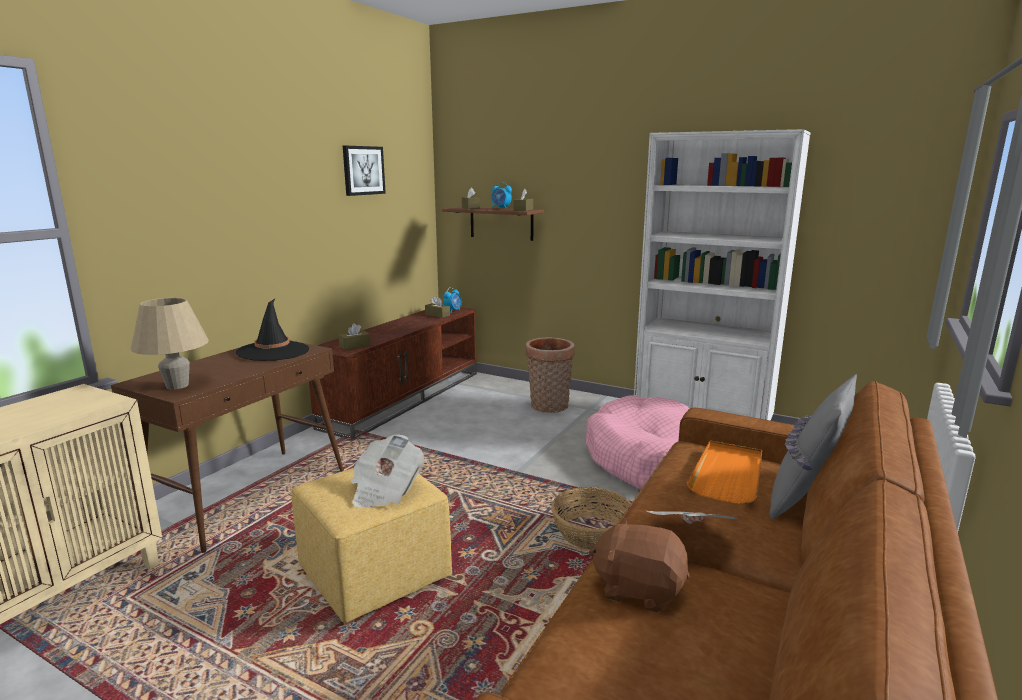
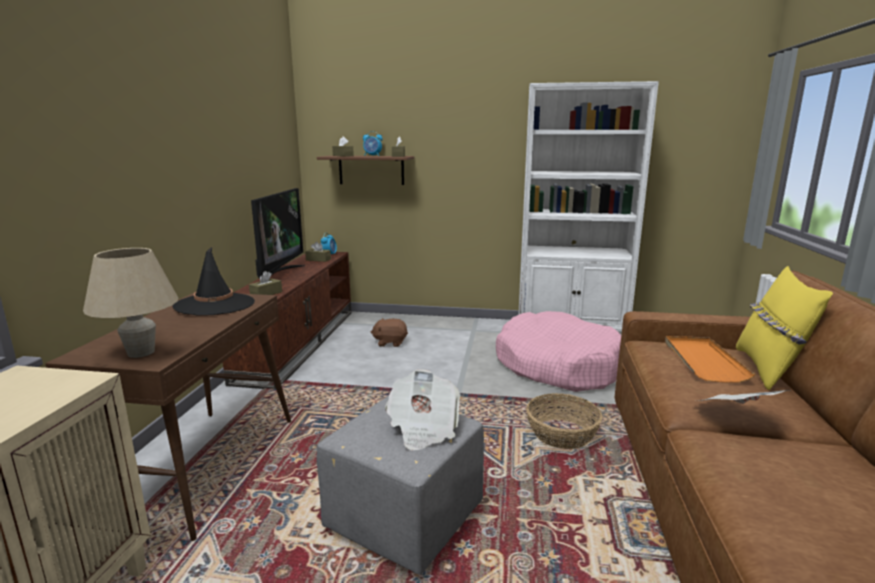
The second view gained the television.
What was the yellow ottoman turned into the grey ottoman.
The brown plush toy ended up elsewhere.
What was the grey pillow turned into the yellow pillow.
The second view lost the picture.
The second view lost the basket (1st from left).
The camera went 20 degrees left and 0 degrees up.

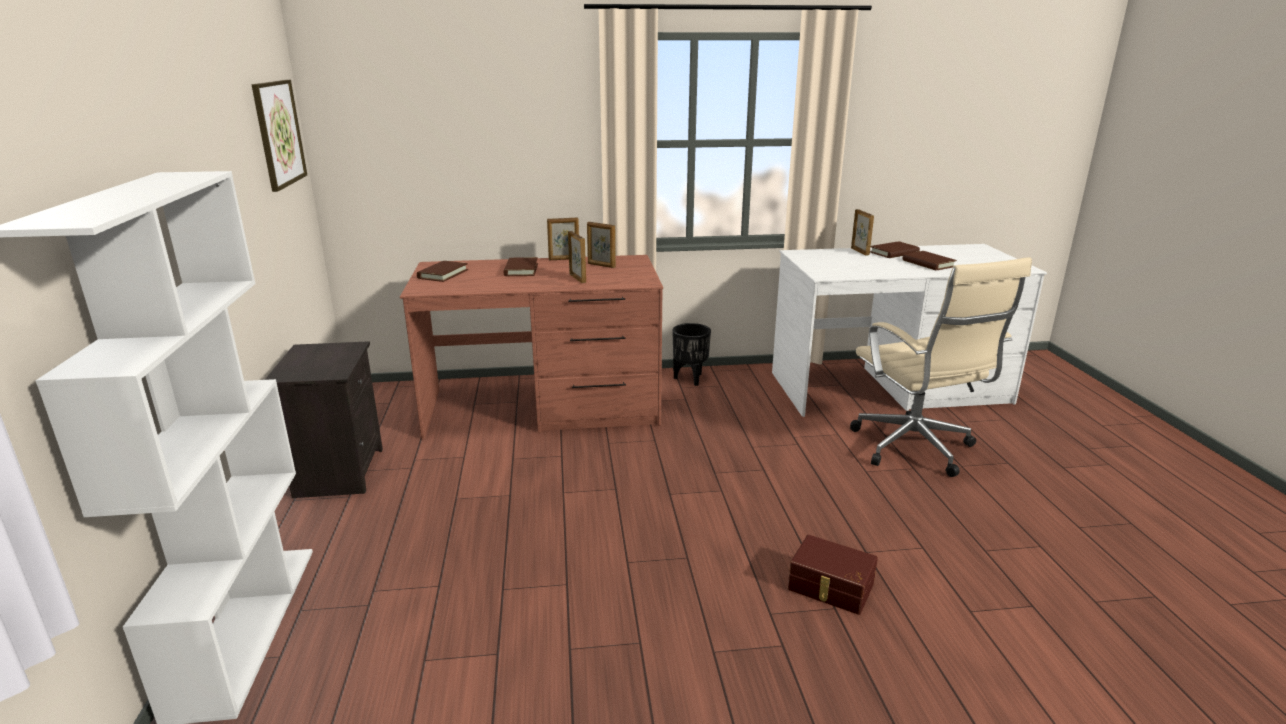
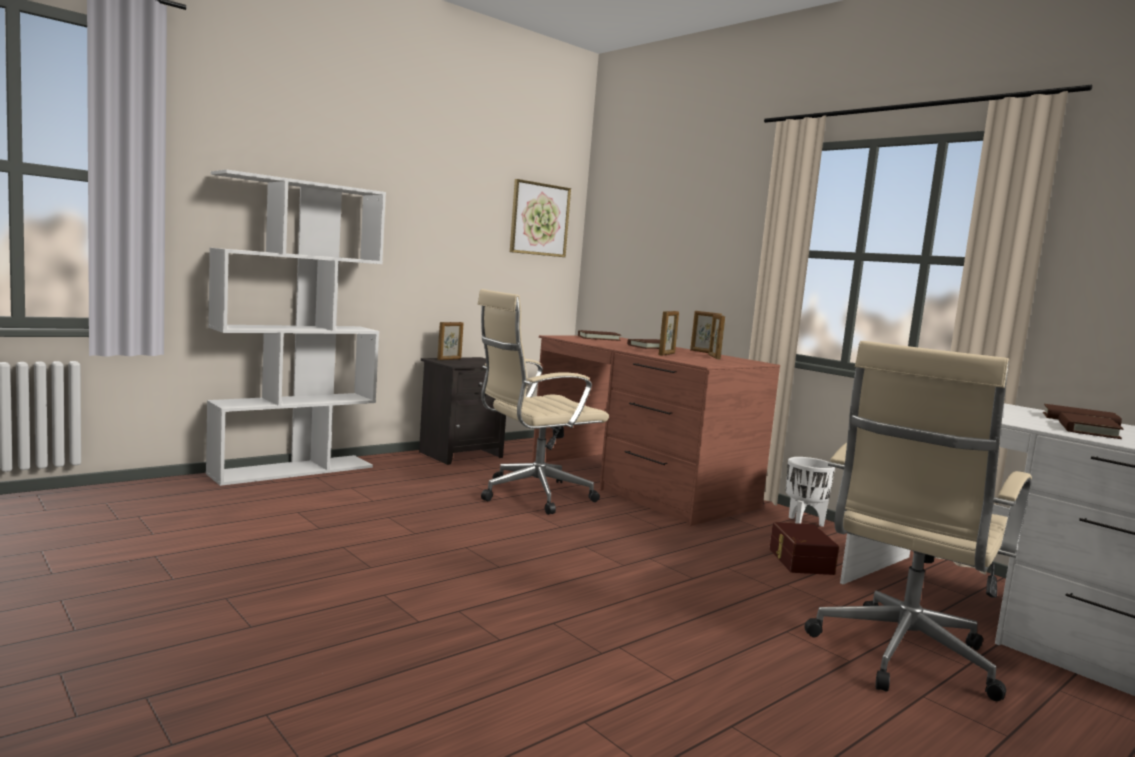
The picture frame (4th from left in the first image) ended up elsewhere.
The second view gained the beige office chair (1st from left).
The brown storage box ended up elsewhere.
What was the black planter turned into the white planter.
The camera went 55 degrees right and 15 degrees down.

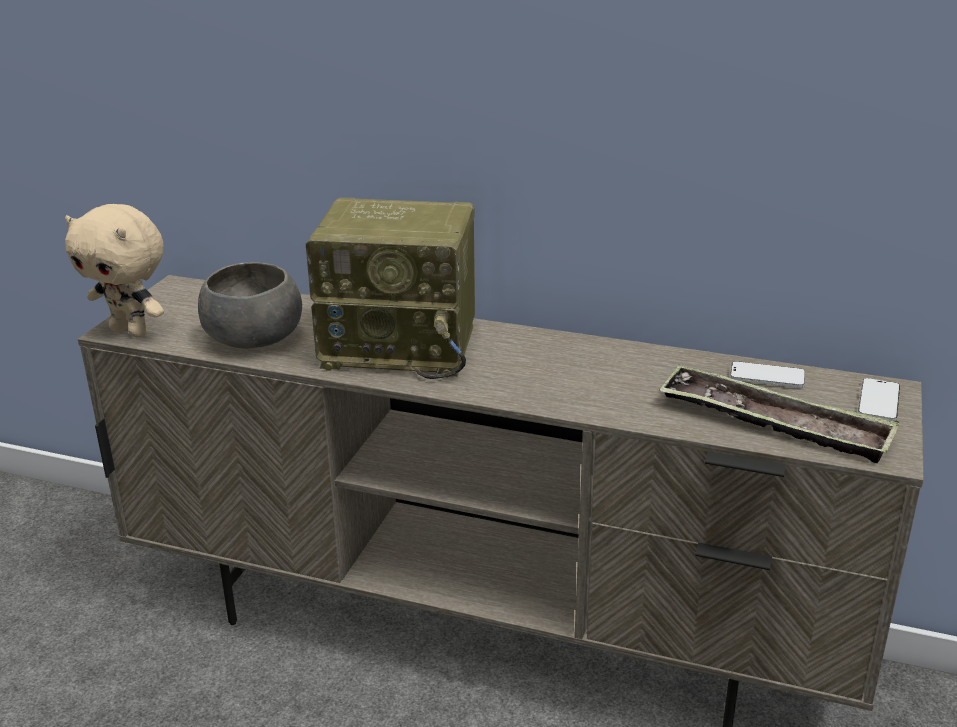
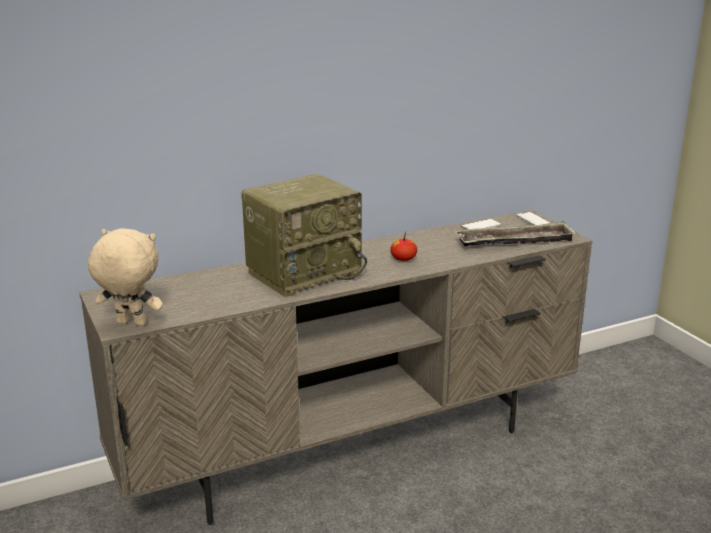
The beige plush toy ended up facing another way, 150 degrees counterclockwise from before.
The second view gained the apple.
The second view lost the grey bowl.
The camera went 45 degrees left and 5 degrees down.

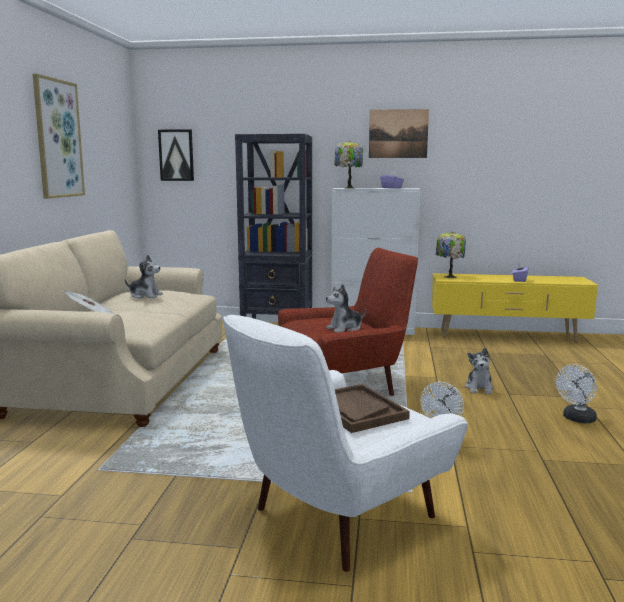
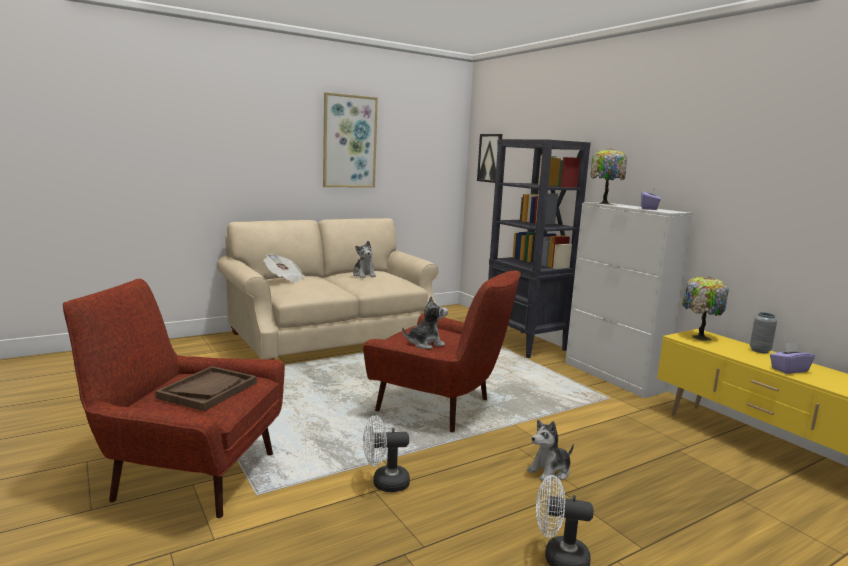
What was the white armchair turned into the red armchair (1st from left).
The plush toy (2nd from left) ended up facing another way, 135 degrees clockwise from before.
The second view gained the grey vase.
The second view lost the picture (3rd from left).
The camera went 50 degrees right and 0 degrees up.

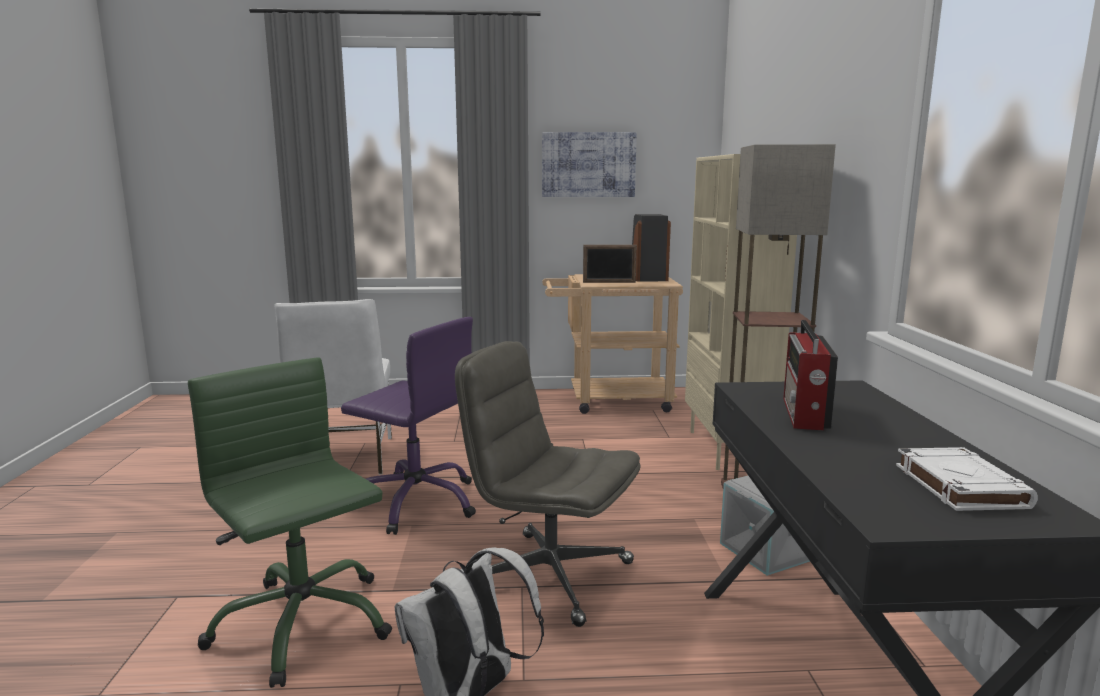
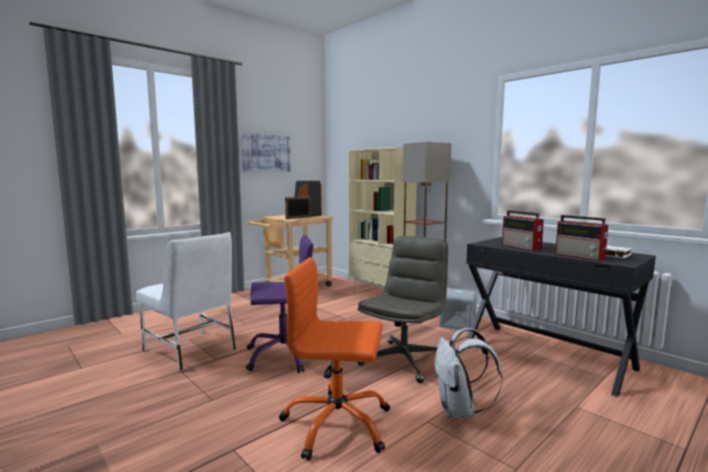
What was the green office chair turned into the orange office chair.
The grey office chair ended up facing another way, 135 degrees clockwise from before.
The second view gained the radio (2nd from left).
The camera went 40 degrees left and 5 degrees down.

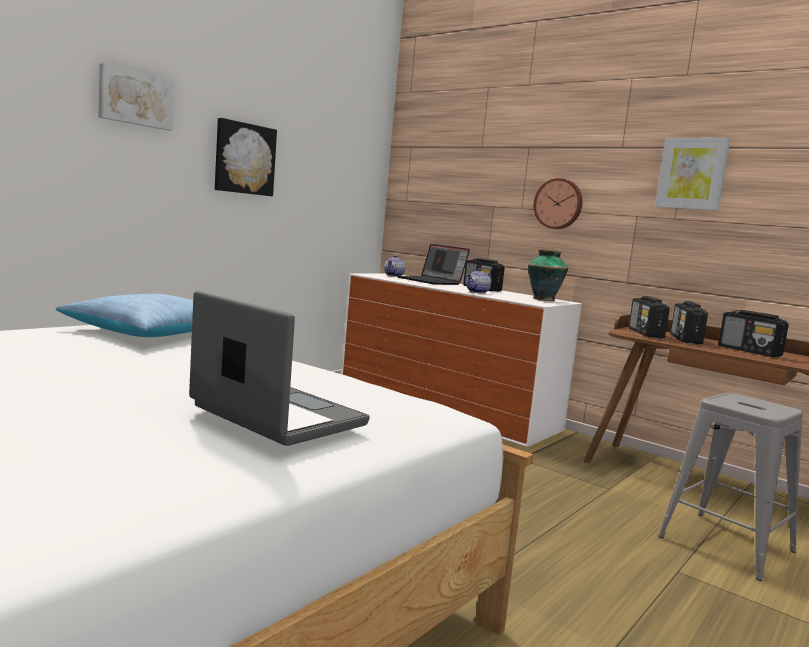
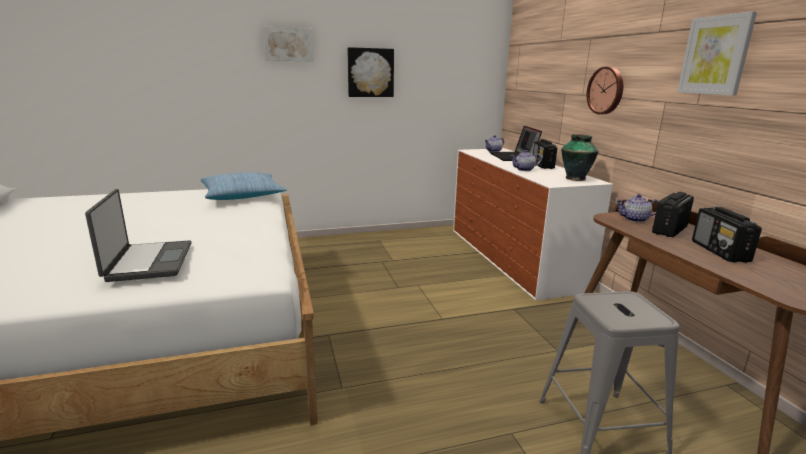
Where the radio (2nd from left) stood, the teapot (3rd from left) came to stand.
The camera went 35 degrees right and 10 degrees up.

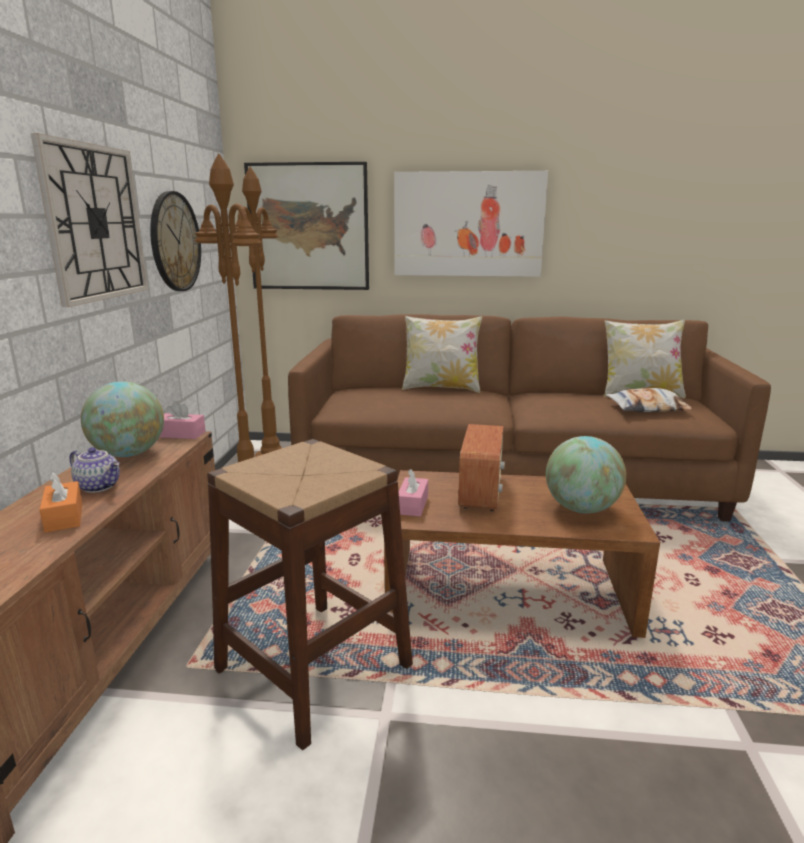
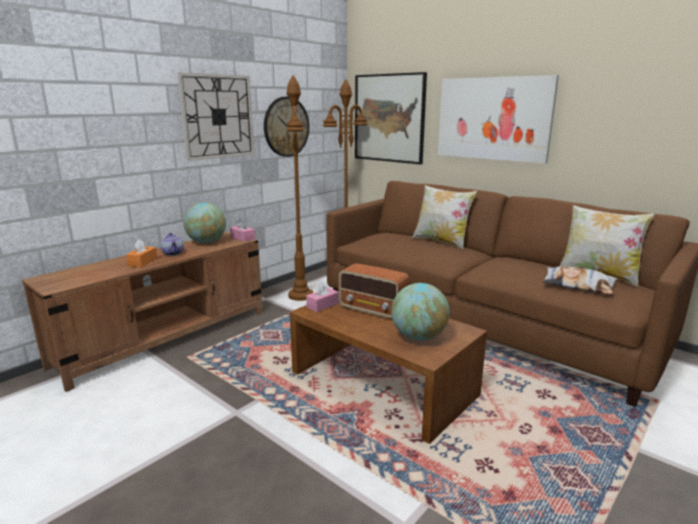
The radio ended up facing another way, 75 degrees clockwise from before.
The second view lost the brown stool.
The camera went 35 degrees right and 0 degrees up.

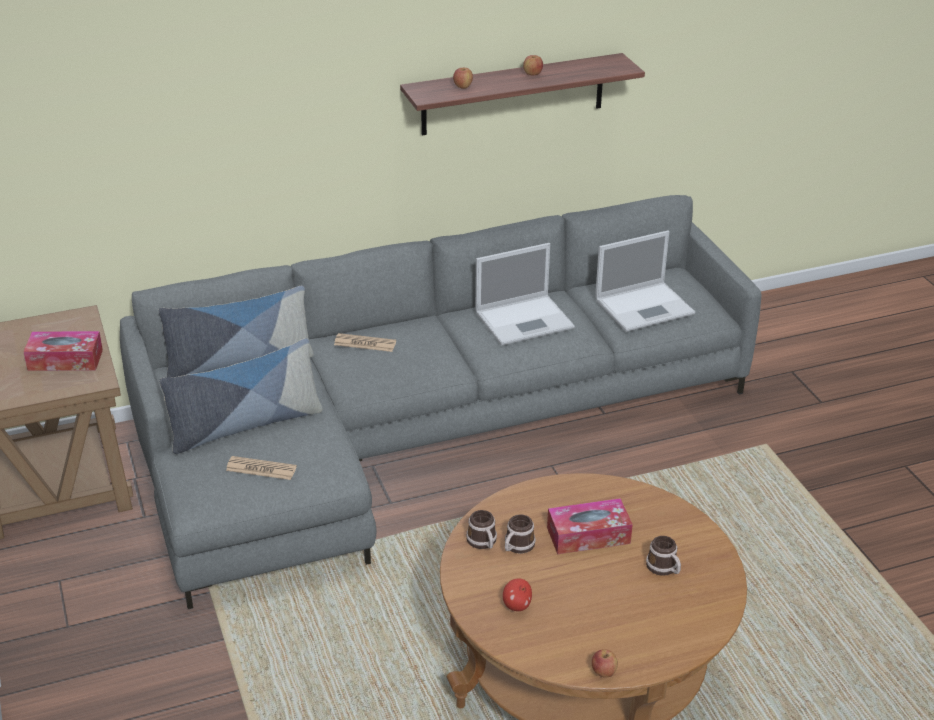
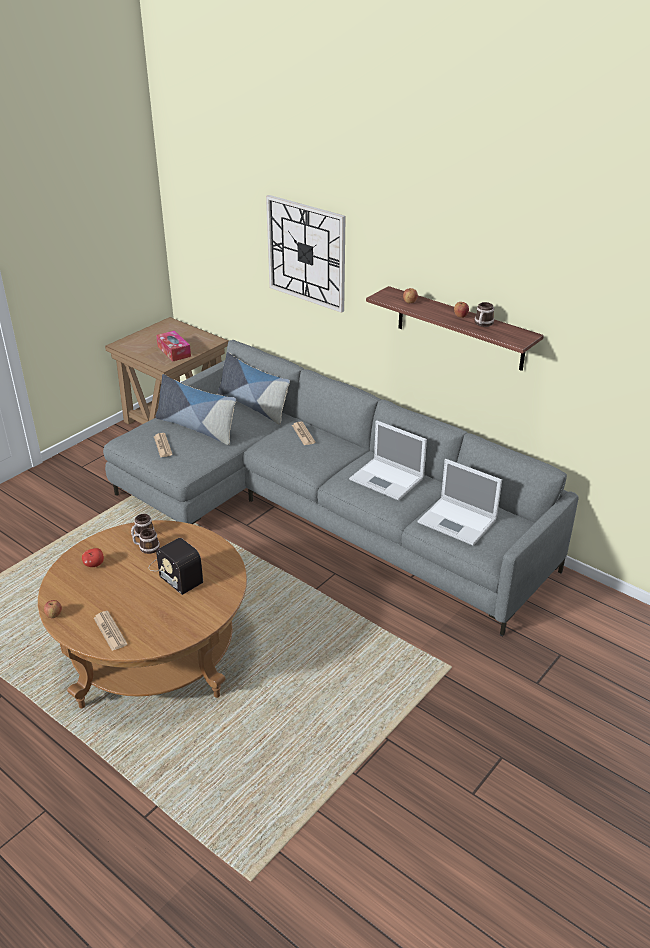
The second view gained the newspaper (1st from left).
Where the tissue box (2nd from left) stood, the radio came to stand.
The second view gained the wall clock.
The mug (3rd from left) ended up elsewhere.
The camera went 60 degrees right and 0 degrees up.

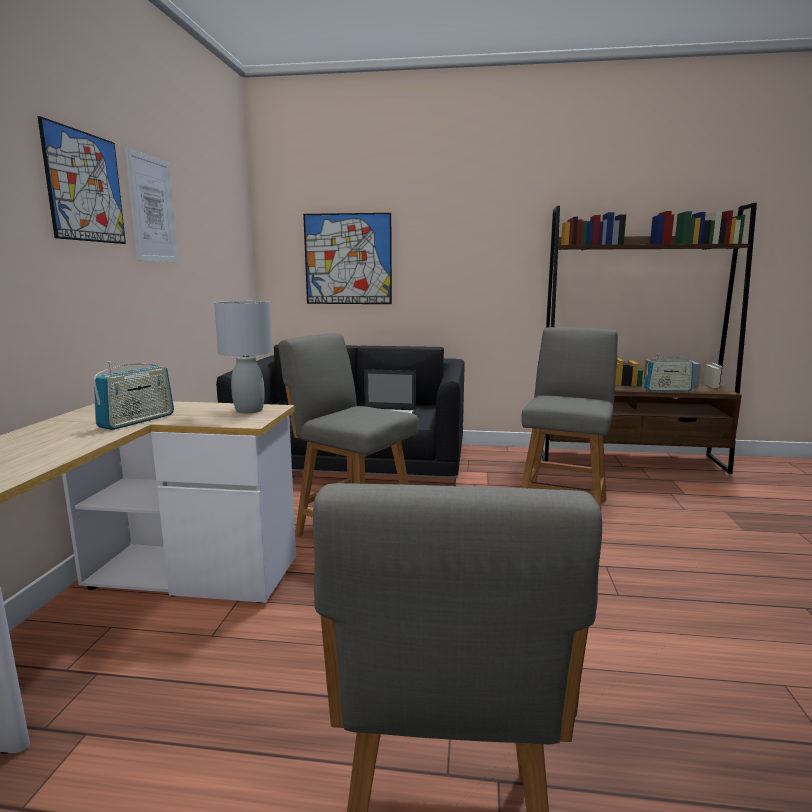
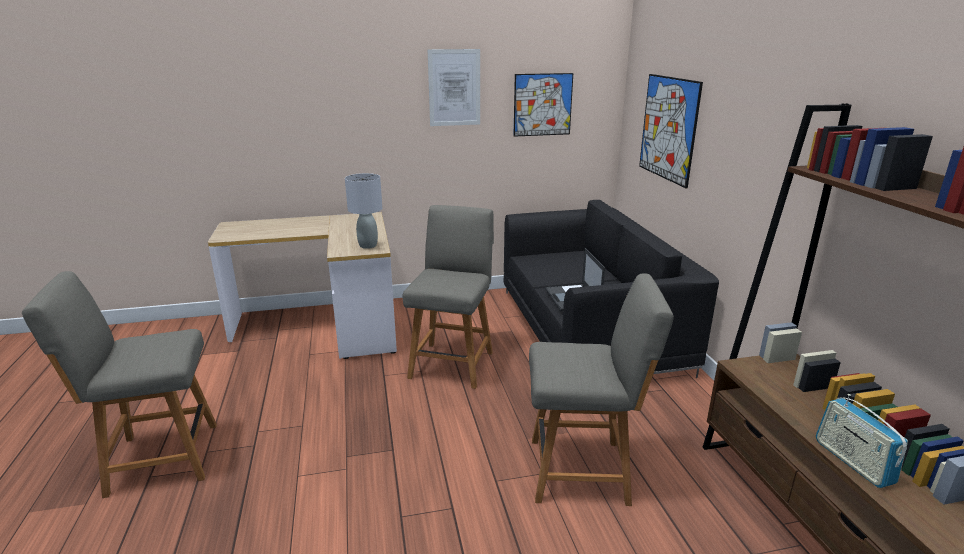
The picture (1st from left in the first image) ended up elsewhere.
The second view lost the radio (1st from left).
The camera went 70 degrees right and 10 degrees up.

